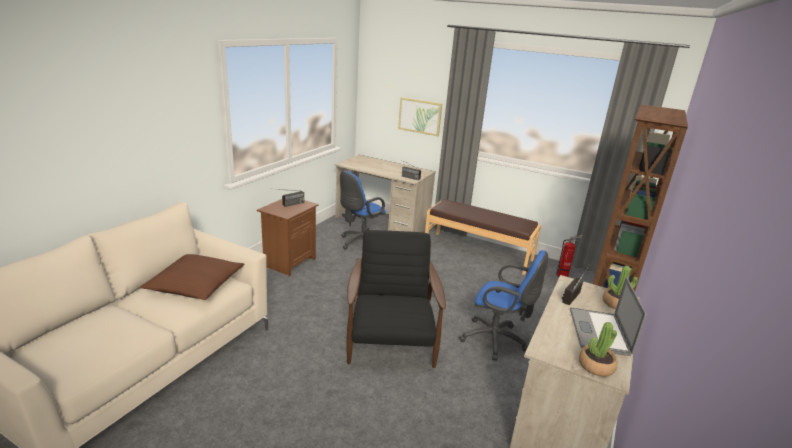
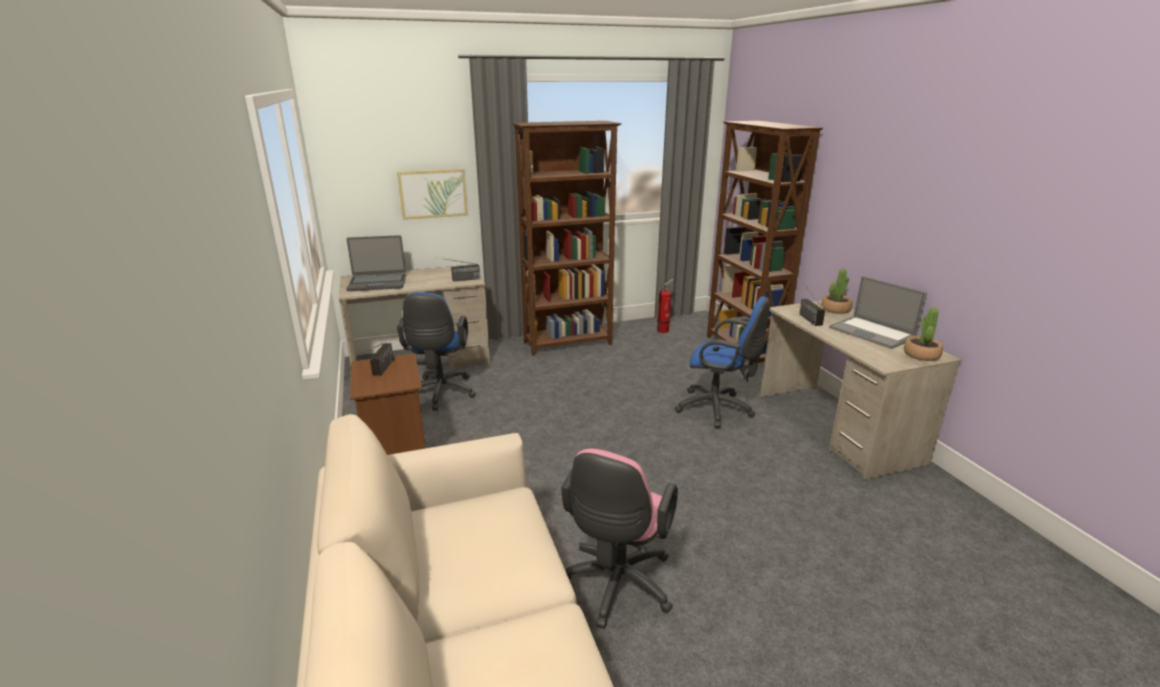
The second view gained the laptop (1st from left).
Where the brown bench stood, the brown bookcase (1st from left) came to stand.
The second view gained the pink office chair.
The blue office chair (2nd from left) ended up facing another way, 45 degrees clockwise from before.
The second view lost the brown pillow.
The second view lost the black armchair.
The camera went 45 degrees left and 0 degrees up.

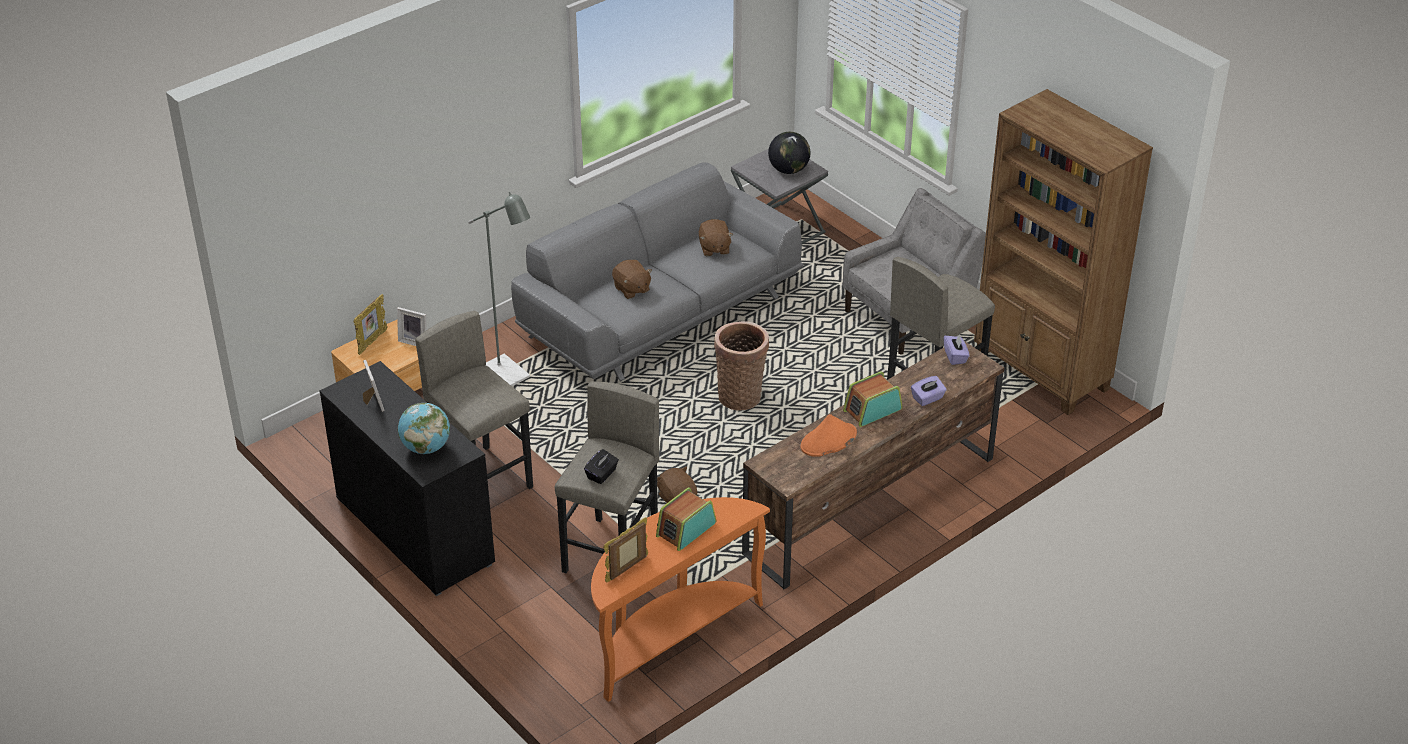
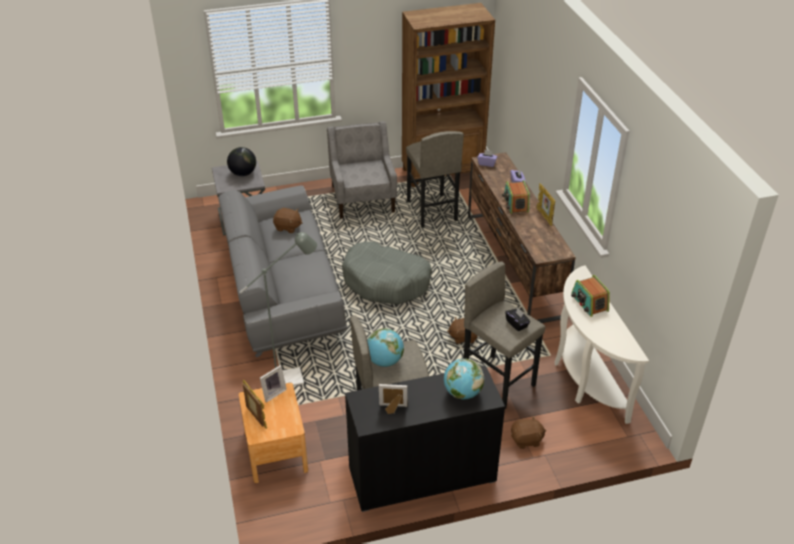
Where the basket stood, the grey dog bed came to stand.
The second view gained the globe (2nd from left).
The brown plush toy (1st from left in the first image) ended up elsewhere.
The picture frame (4th from left) ended up elsewhere.
What was the orange console table turned into the white console table.
The second view lost the orange hat.
The camera went 65 degrees left and 0 degrees up.

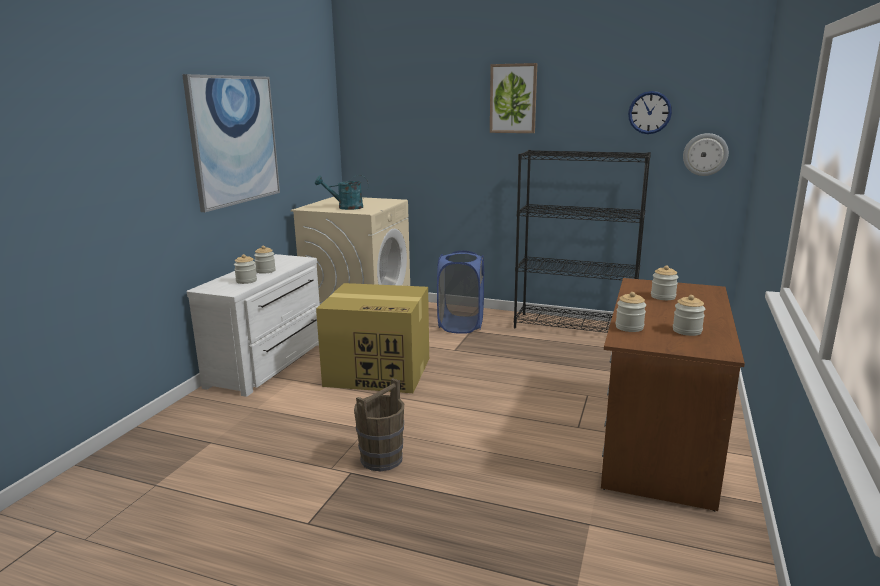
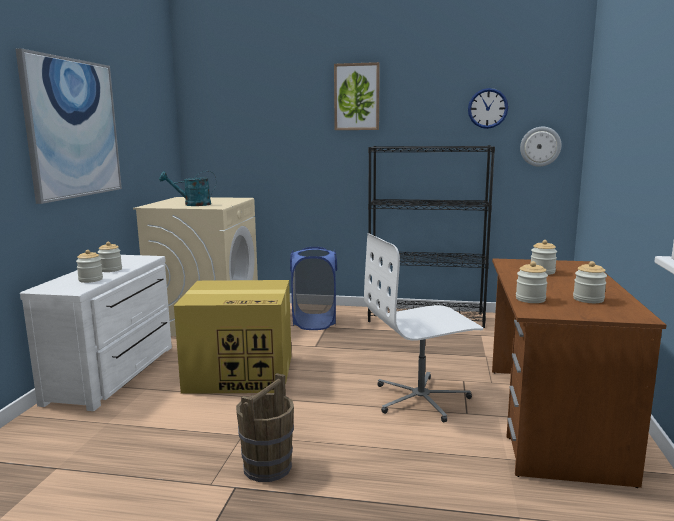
The second view gained the white office chair.
The camera went 10 degrees left and 5 degrees down.

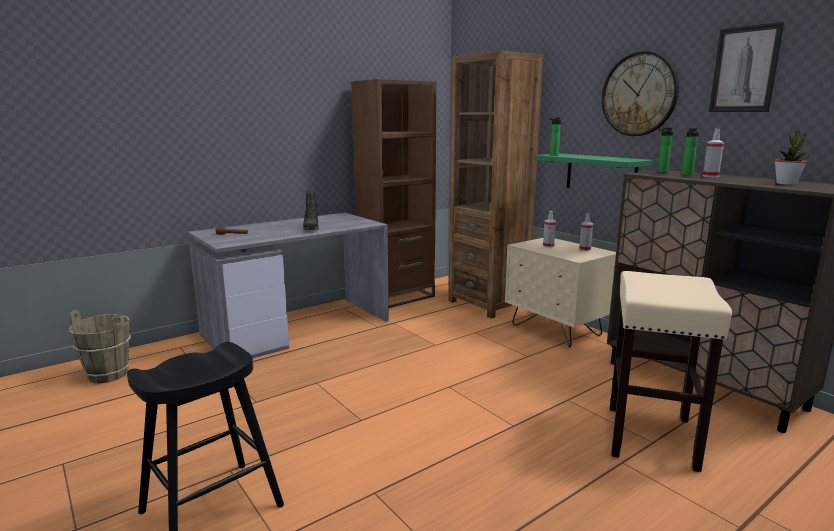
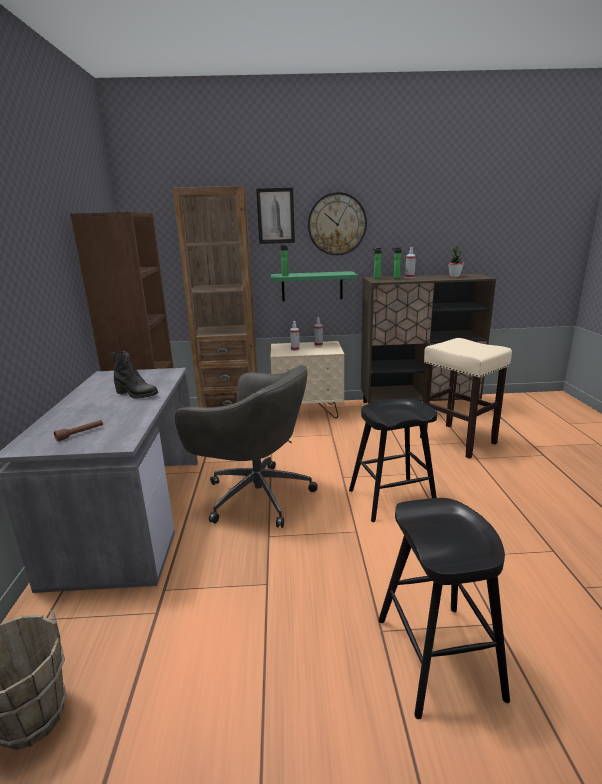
The second view gained the grey office chair.
The picture ended up elsewhere.
The second view gained the black stool (1st from left).
The camera went 55 degrees left and 5 degrees up.

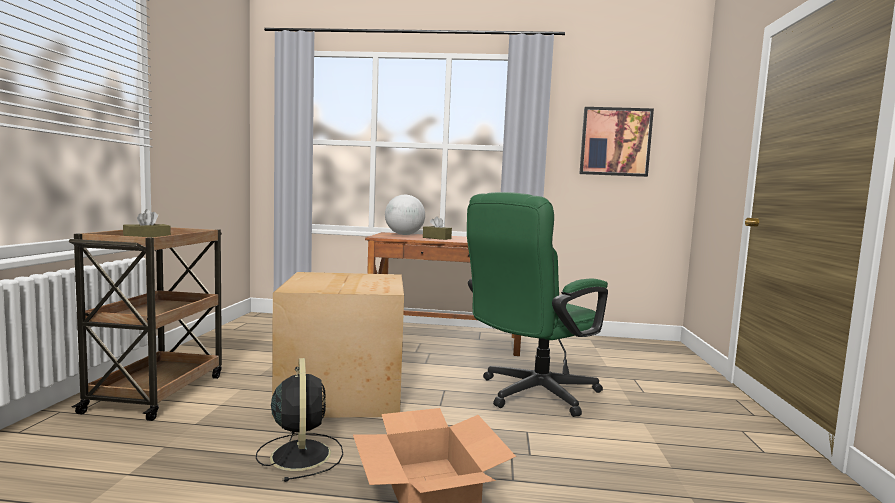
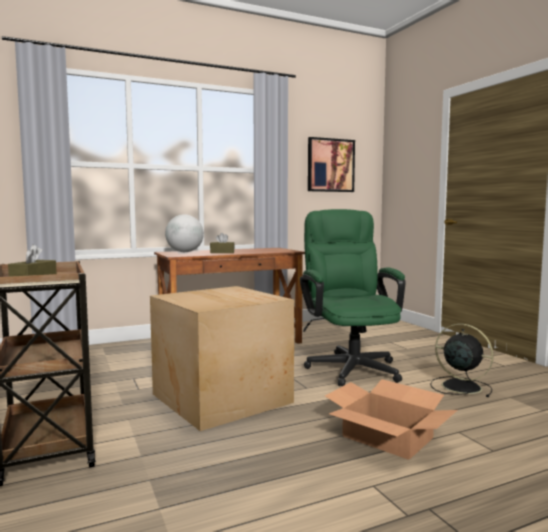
The green office chair ended up facing another way, 150 degrees clockwise from before.
The black fan ended up elsewhere.
The camera went 30 degrees left and 0 degrees up.

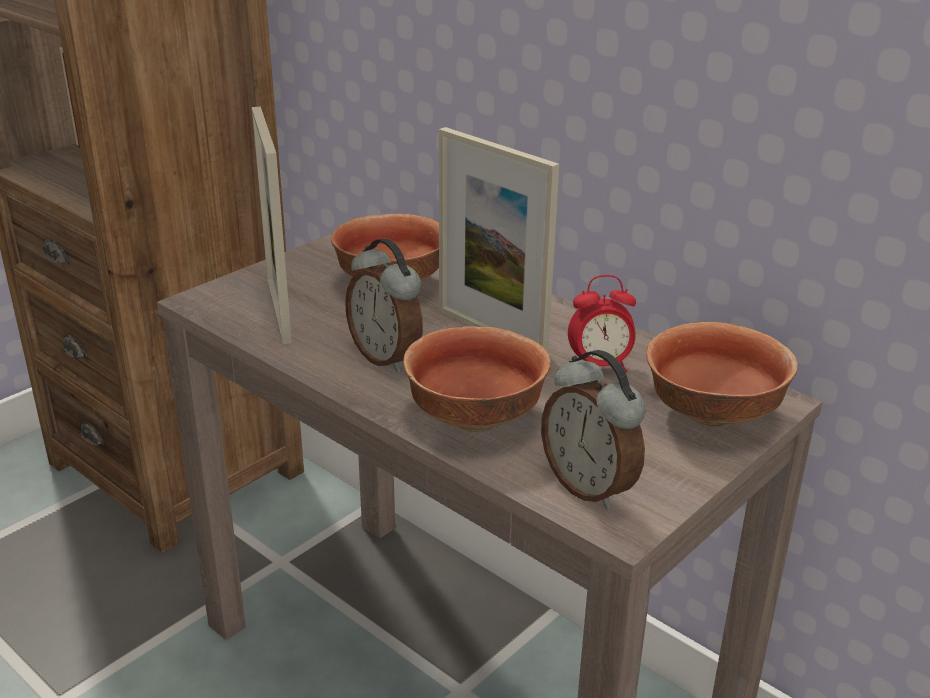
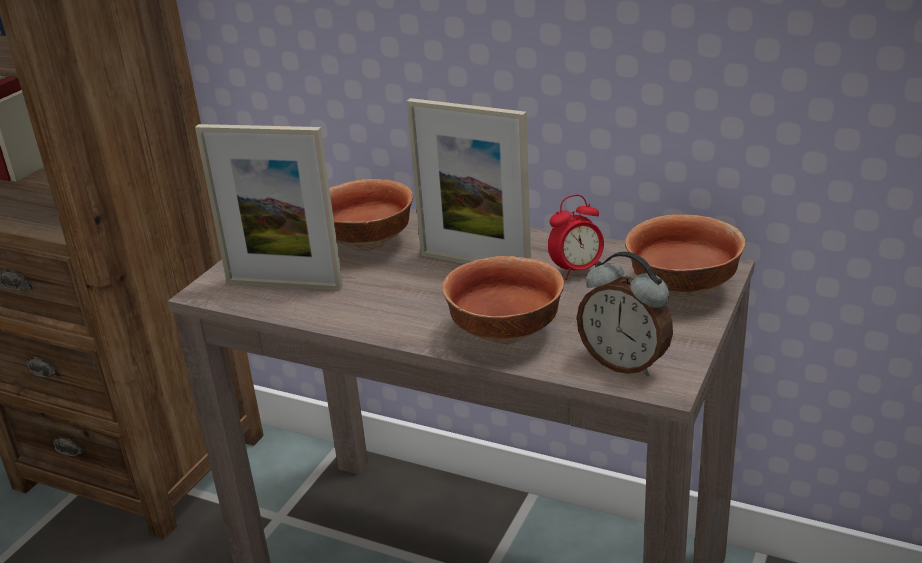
The picture frame (1st from left) ended up facing another way, 45 degrees counterclockwise from before.
The second view lost the alarm clock (1st from left).
The camera went 15 degrees left and 0 degrees up.

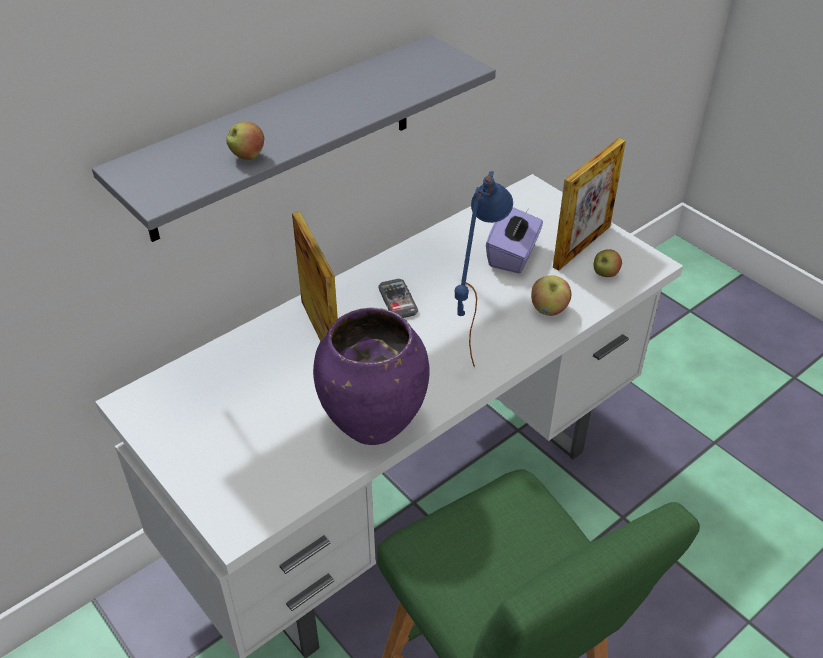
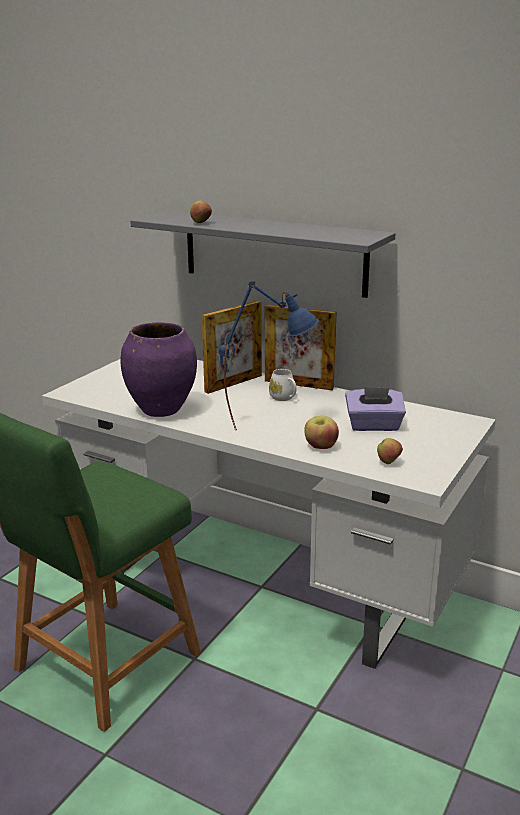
The picture frame (2nd from left) ended up elsewhere.
Where the phone stood, the white mug came to stand.
The camera went 70 degrees right and 20 degrees down.

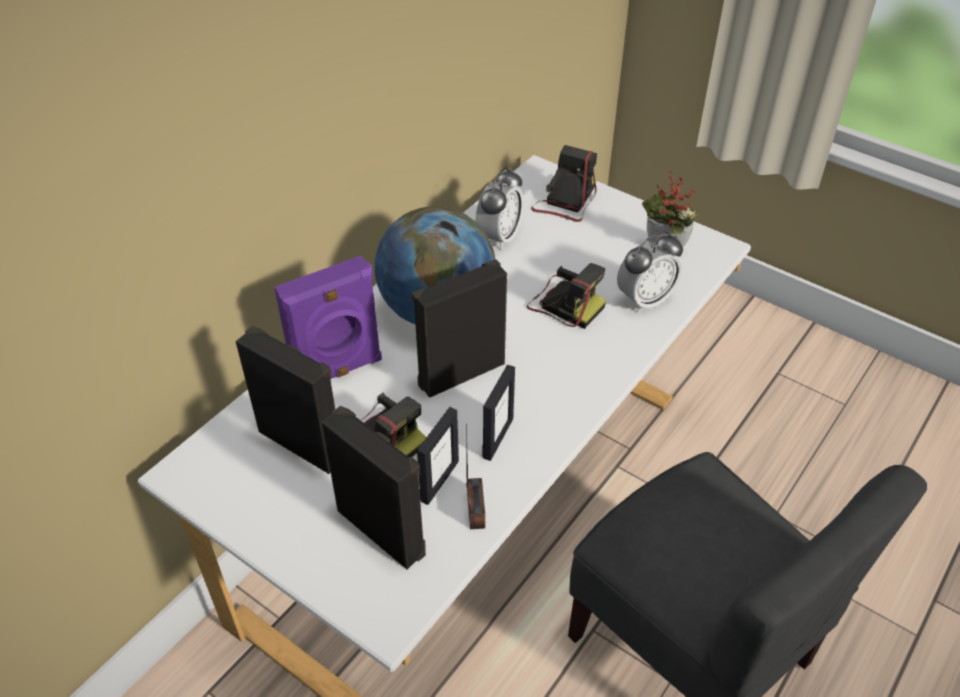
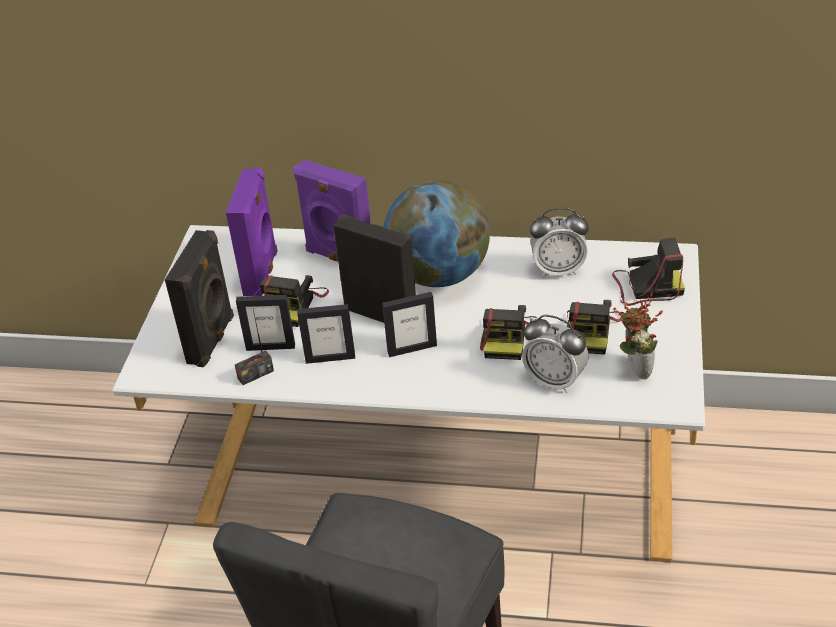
What was the black speaker (1st from left) turned into the purple speaker (1st from left).
The second view gained the picture frame (3rd from left).
The second view gained the photo camera (3rd from left).
The camera went 65 degrees right and 5 degrees down.

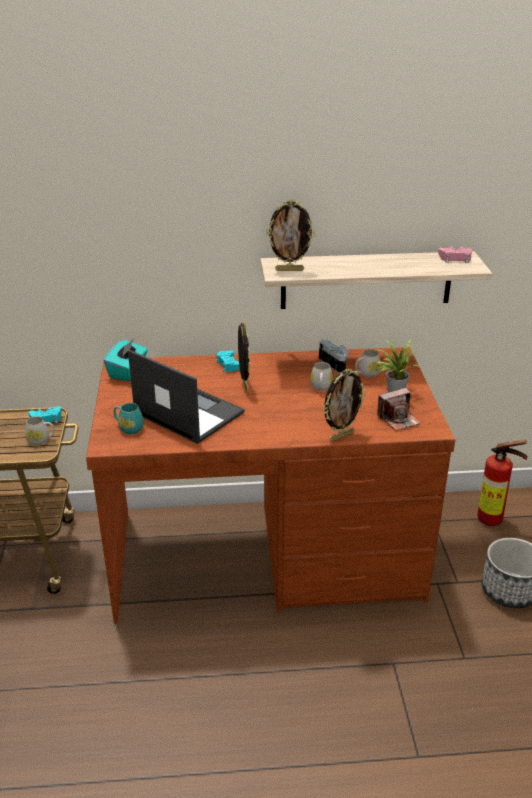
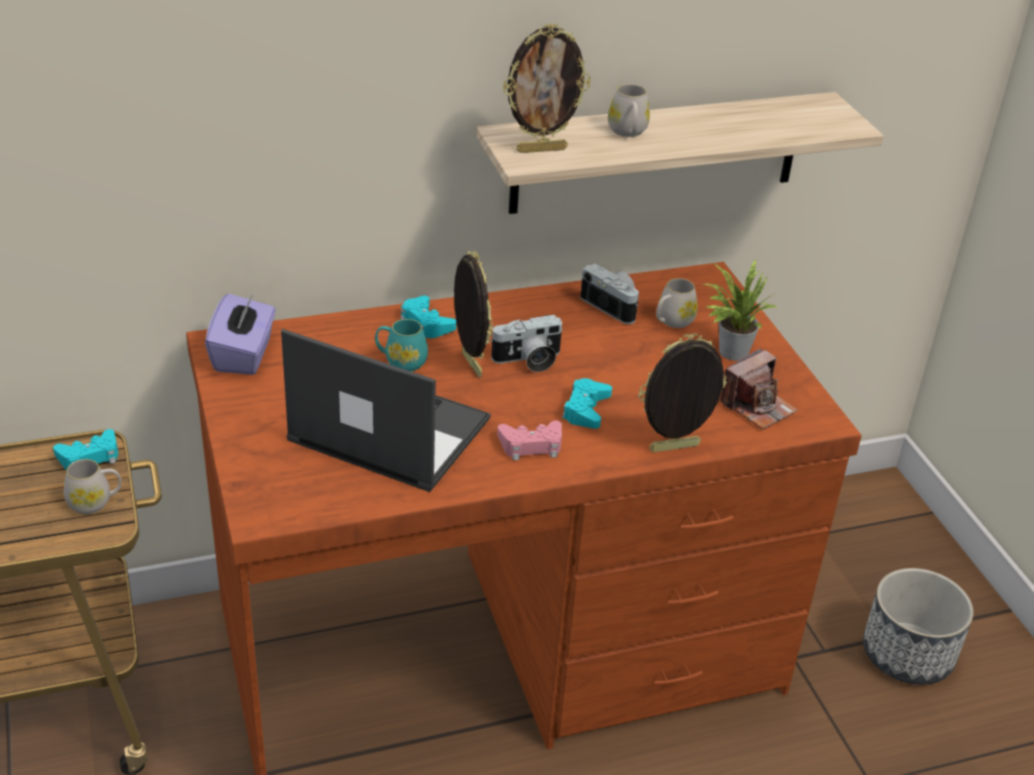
What was the turquoise tissue box turned into the purple tissue box.
The turquoise mug ended up elsewhere.
The second view gained the photo camera (1st from left).
The pink game controller ended up elsewhere.
The second view gained the turquoise game controller (3rd from left).
The white mug (2nd from left) ended up elsewhere.
The picture frame (3rd from left) ended up facing another way, 150 degrees counterclockwise from before.
The second view lost the fire extinguisher.
The camera went 15 degrees left and 5 degrees up.

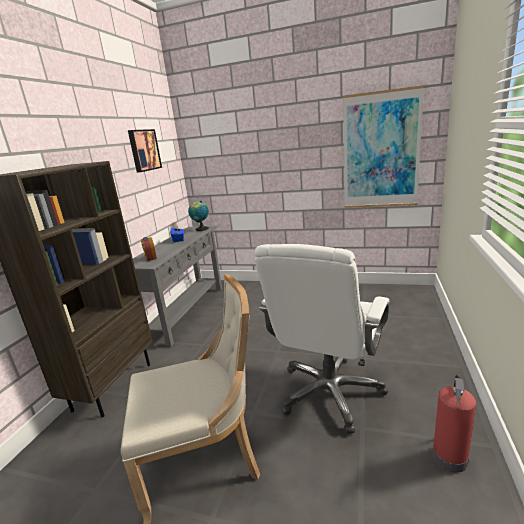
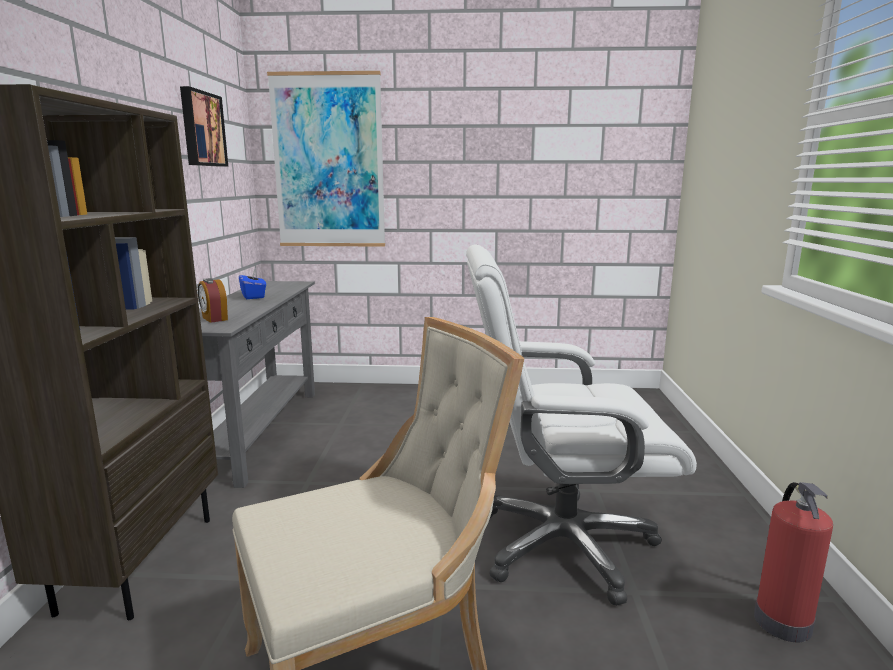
The picture (2nd from left) ended up elsewhere.
The white office chair ended up facing another way, 75 degrees clockwise from before.
The second view lost the globe.
The camera went 15 degrees left and 5 degrees down.

